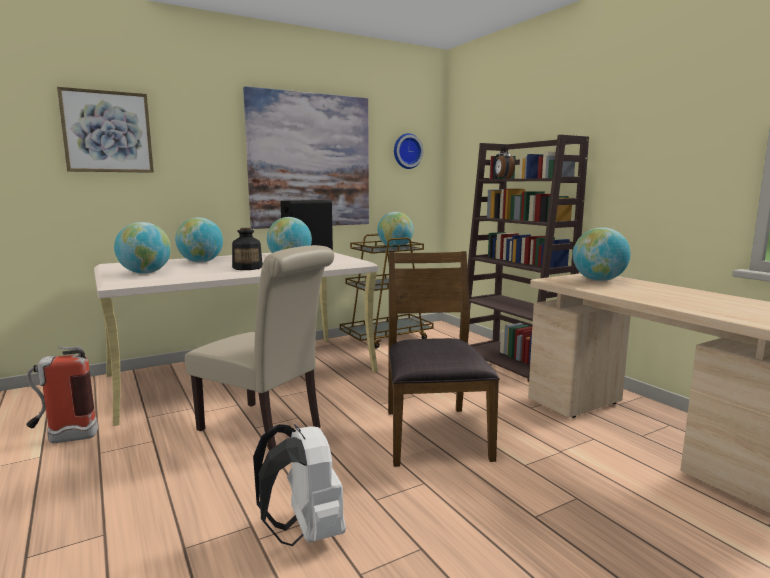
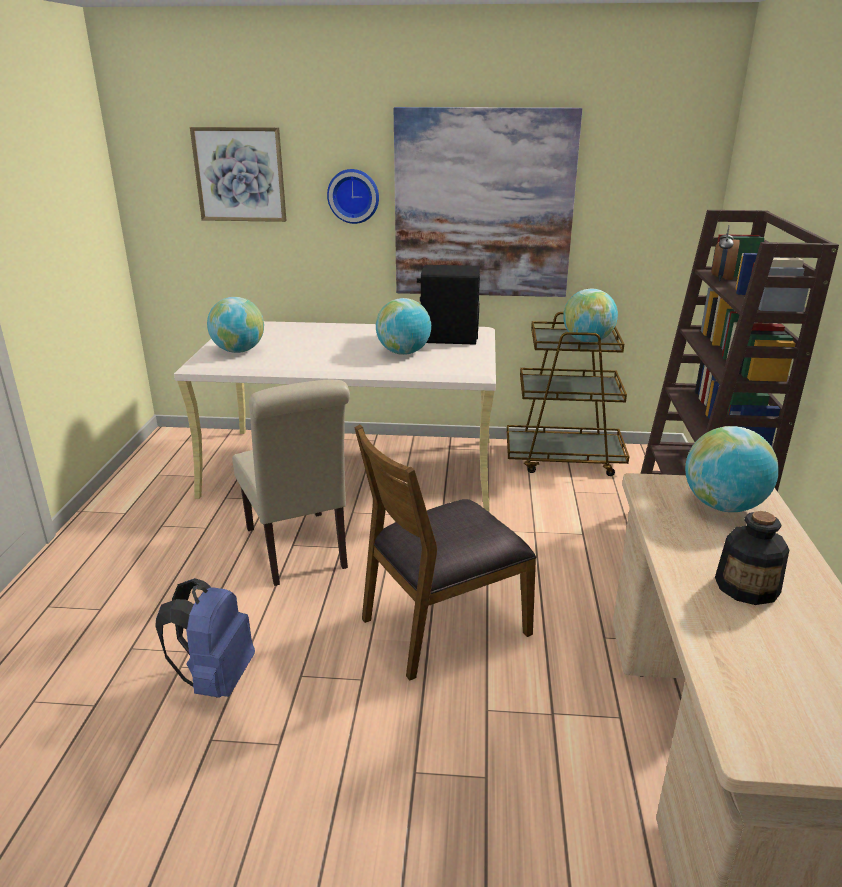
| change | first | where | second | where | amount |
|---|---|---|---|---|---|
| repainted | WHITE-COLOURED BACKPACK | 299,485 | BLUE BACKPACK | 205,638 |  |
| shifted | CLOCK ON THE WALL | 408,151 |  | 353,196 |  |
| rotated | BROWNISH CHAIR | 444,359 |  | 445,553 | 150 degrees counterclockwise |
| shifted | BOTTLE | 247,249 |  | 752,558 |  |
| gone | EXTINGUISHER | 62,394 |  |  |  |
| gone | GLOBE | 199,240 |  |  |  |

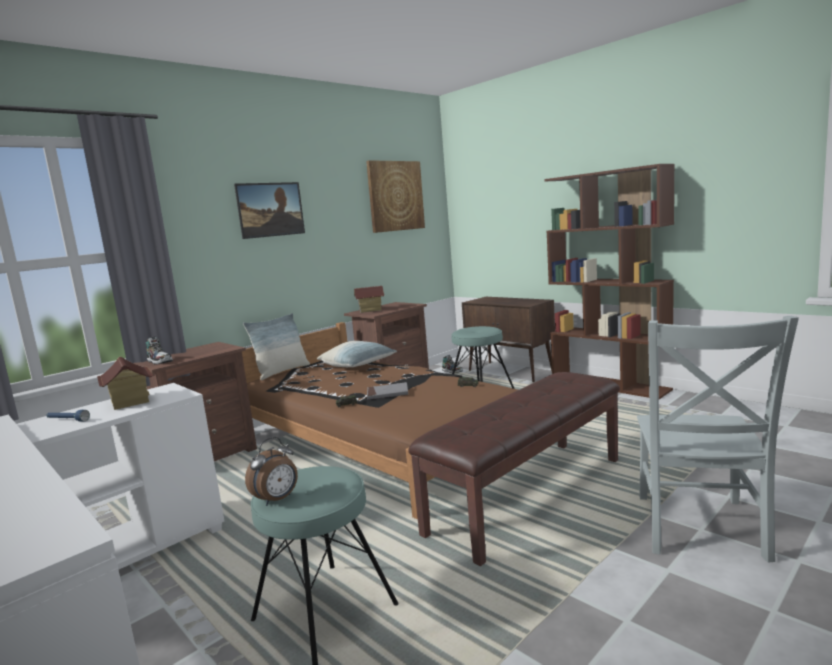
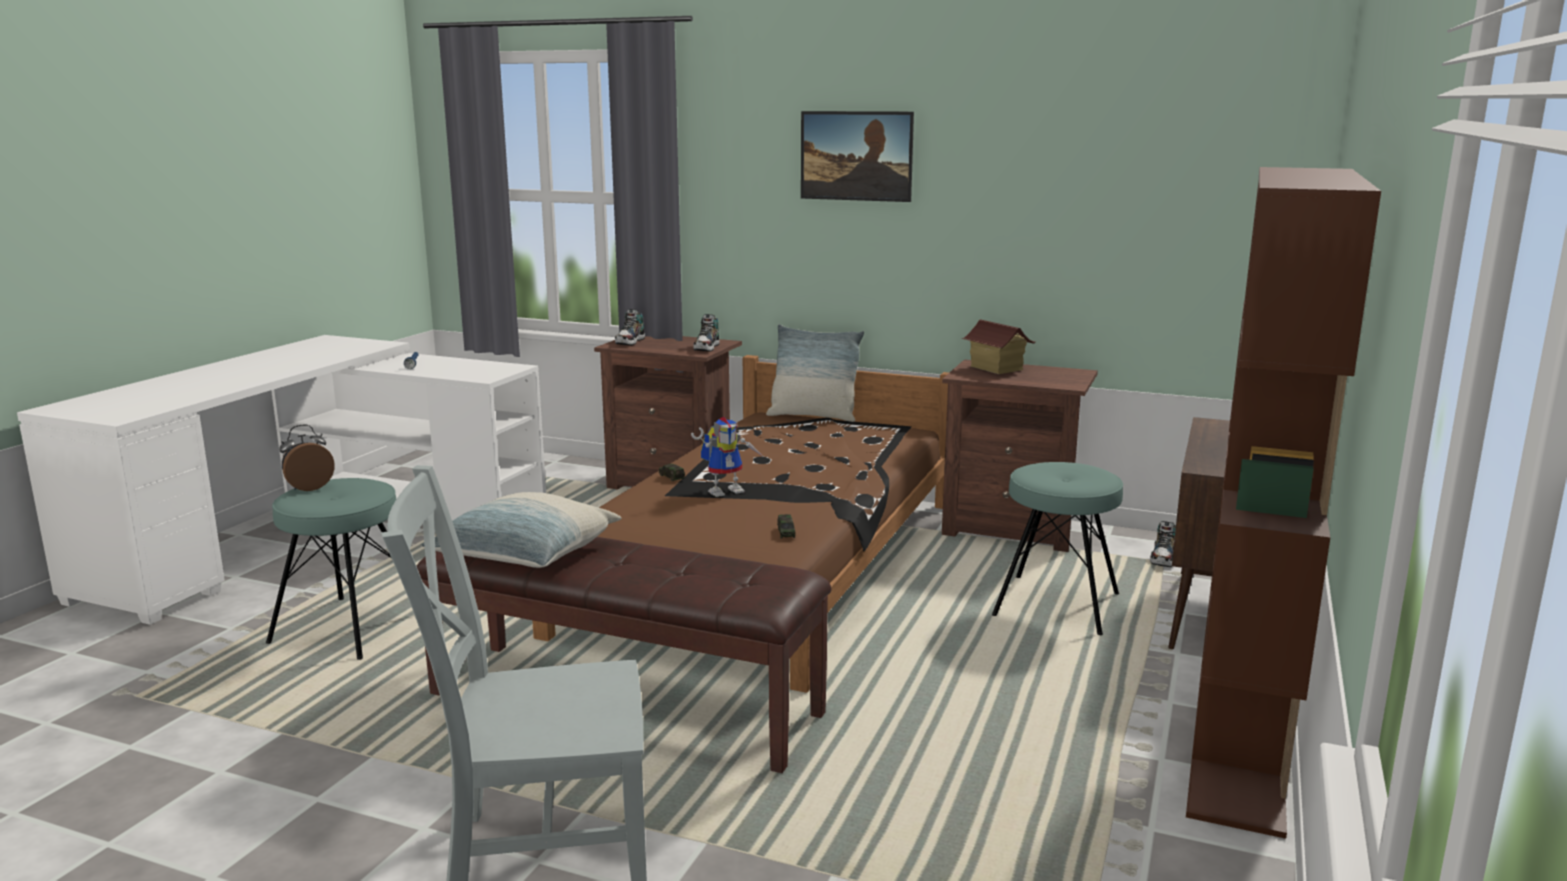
| change | first | where | second | where | amount |
|---|---|---|---|---|---|
| rotated | BEDSIDE CLOCK | 271,471 |  | 307,458 | 120 degrees clockwise |
| shifted | THROW PILLOW | 357,354 |  | 521,530 |  |
| swapped | GREY VOLUME | 387,391 | MODEL ROBOT | 726,457 |  |
| new |  |  | ITEM OF FOOTWEAR | 706,333 |  |
| gone | MODEL HOUSE | 125,383 |  |  |  |
| gone | PICTURE | 395,196 |  |  |  |

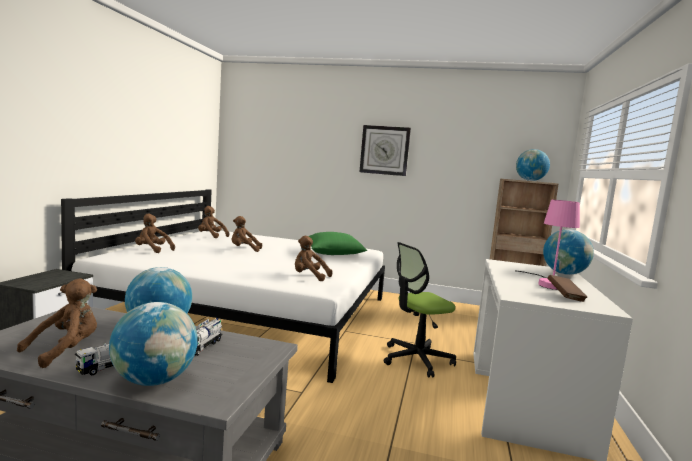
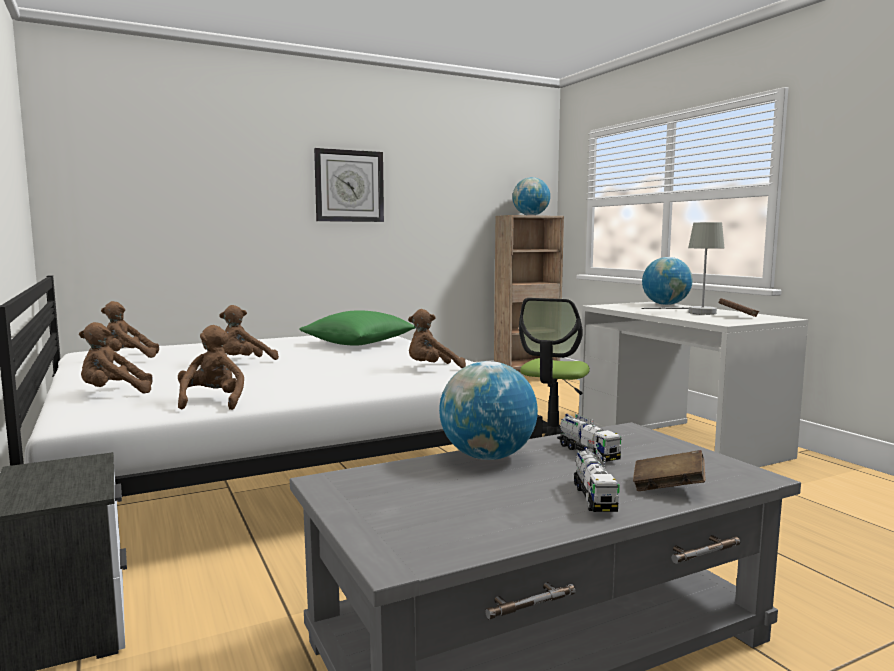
| change | first | where | second | where | amount |
|---|---|---|---|---|---|
| shifted | BROWNISH PLUSH TOY | 57,323 |  | 211,367 |  |
| swapped | GLOBE | 153,344 | BROWNISH VOLUME | 669,470 |  |
| repainted | PINKISH LAMP FOR A TABLE | 548,245 | GREY LAMP FOR A TABLE | 682,268 |  |

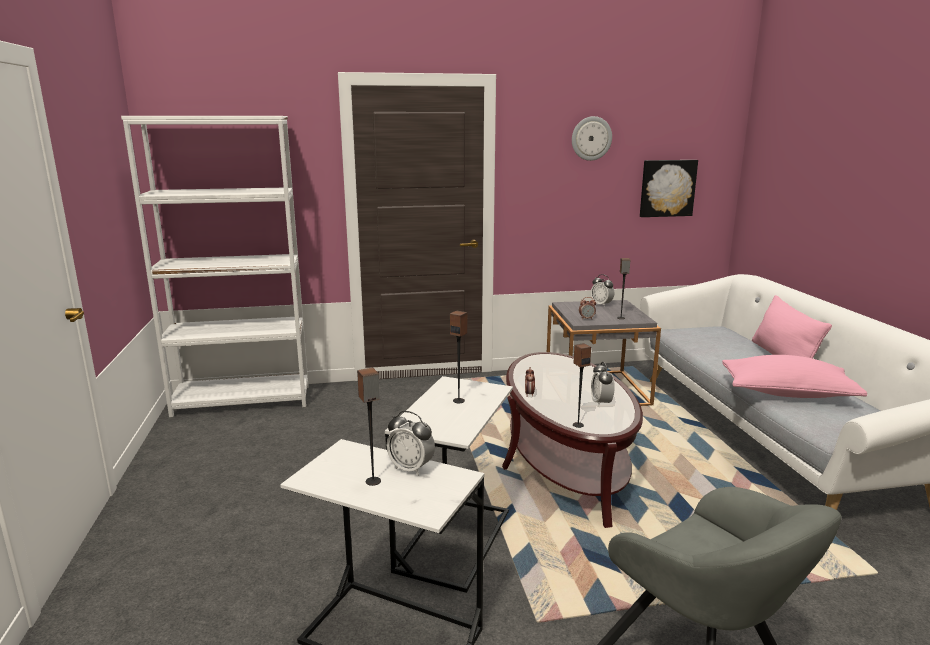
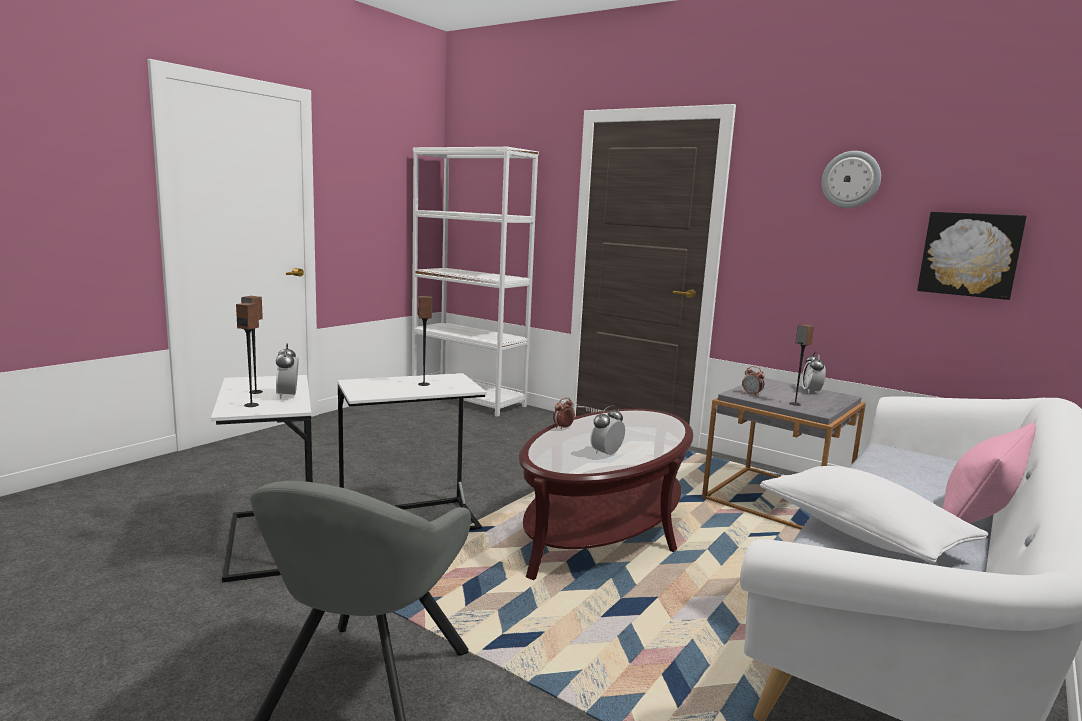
| change | first | where | second | where | amount |
|---|---|---|---|---|---|
| shifted | AUDIO SPEAKER | 582,385 |  | 247,355 |  |
| repainted | PINKISH THROW PILLOW | 794,376 | WHITE-COLOURED THROW PILLOW | 874,515 |  |

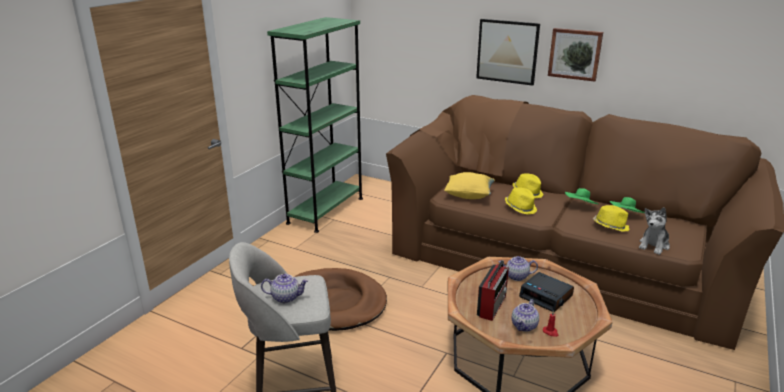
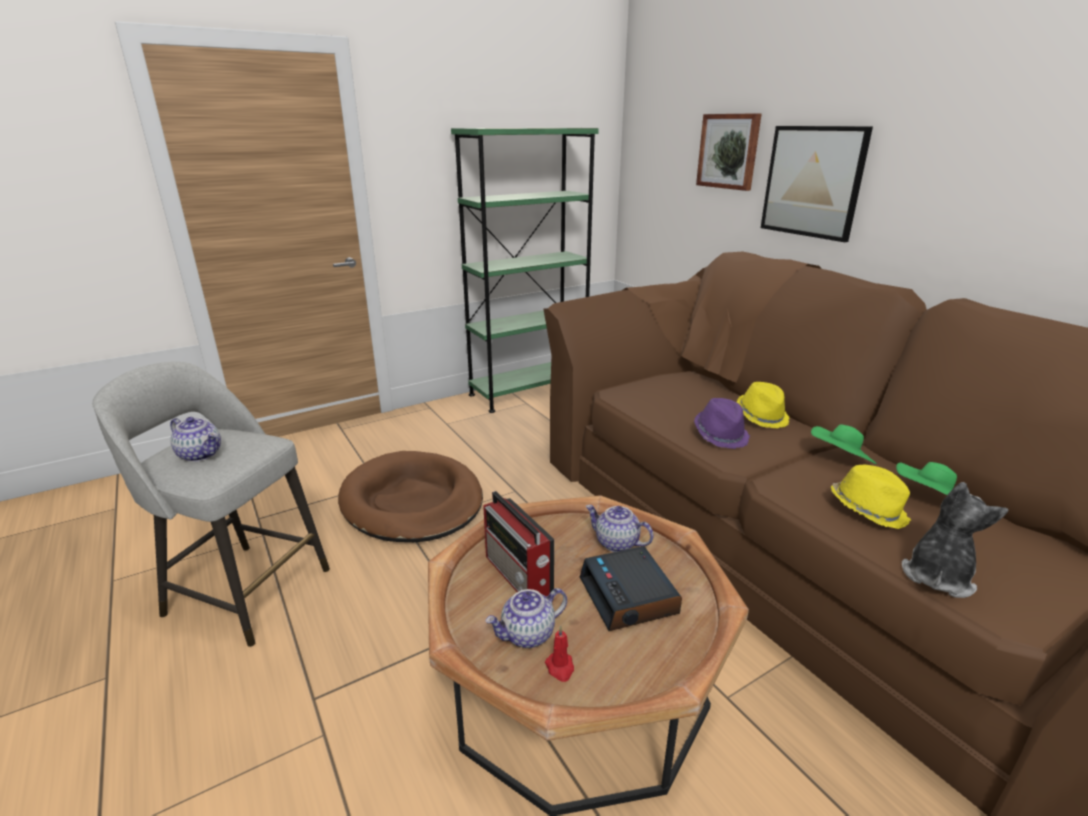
| change | first | where | second | where | amount |
|---|---|---|---|---|---|
| rotated | RADIO RECEIVER | 493,290 |  | 518,543 | 90 degrees clockwise |
| repainted | YELLOW-COLOURED CLOTHING HAT | 521,201 | PURPLE-COLOURED CLOTHING HAT | 722,423 |  |
| shifted | PICTURE | 575,55 |  | 729,152 |  |
| rotated | PLUSH TOY | 654,231 |  | 955,540 | 150 degrees clockwise |
| gone | YELLOW-COLOURED THROW PILLOW | 469,185 |  |  |  |

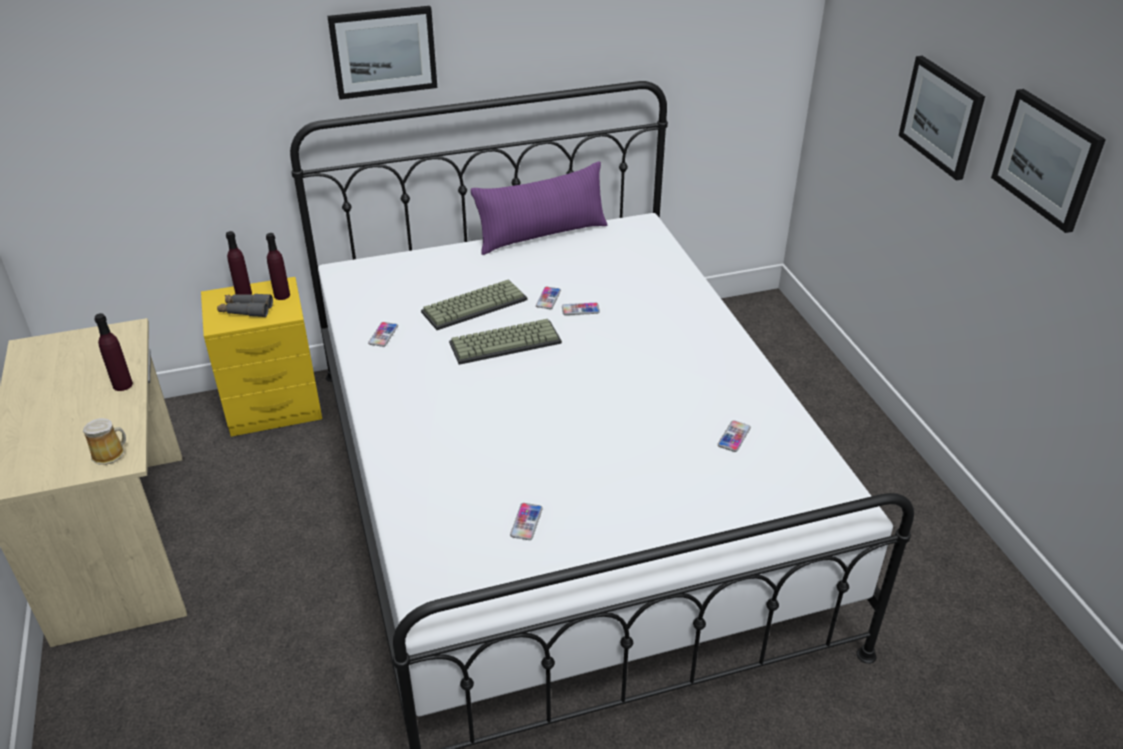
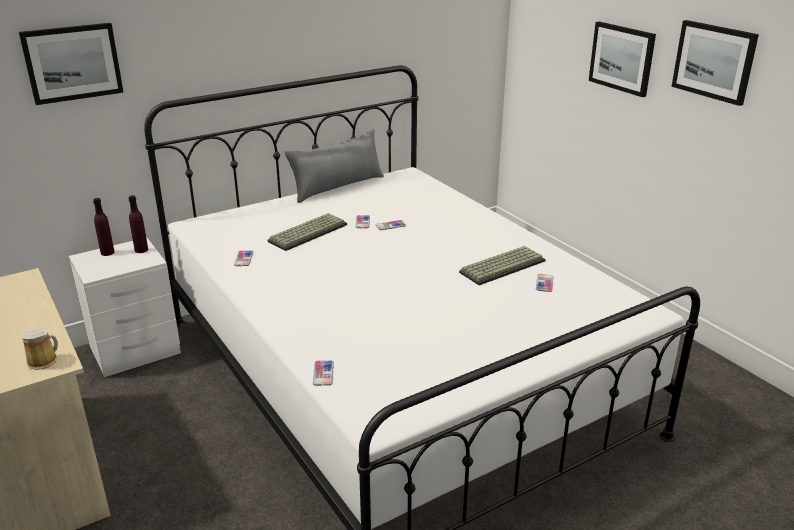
| change | first | where | second | where | amount |
|---|---|---|---|---|---|
| shifted | PICTURE | 382,53 |  | 71,64 |  |
| repainted | YELLOW-COLOURED NIGHTSTAND | 261,357 | WHITE-COLOURED NIGHTSTAND | 125,307 |  |
| repainted | PURPLE-COLOURED THROW PILLOW | 539,208 | GREY THROW PILLOW | 334,166 |  |
| shifted | TELEPHONE | 526,521 |  | 323,373 |  |
| shifted | PC KEYBOARD | 505,342 |  | 502,265 |  |
| gone | PURPLE-COLOURED BOTTLE | 113,352 |  |  |  |
| gone | GREY BINOCULARS | 245,305 |  |  |  |

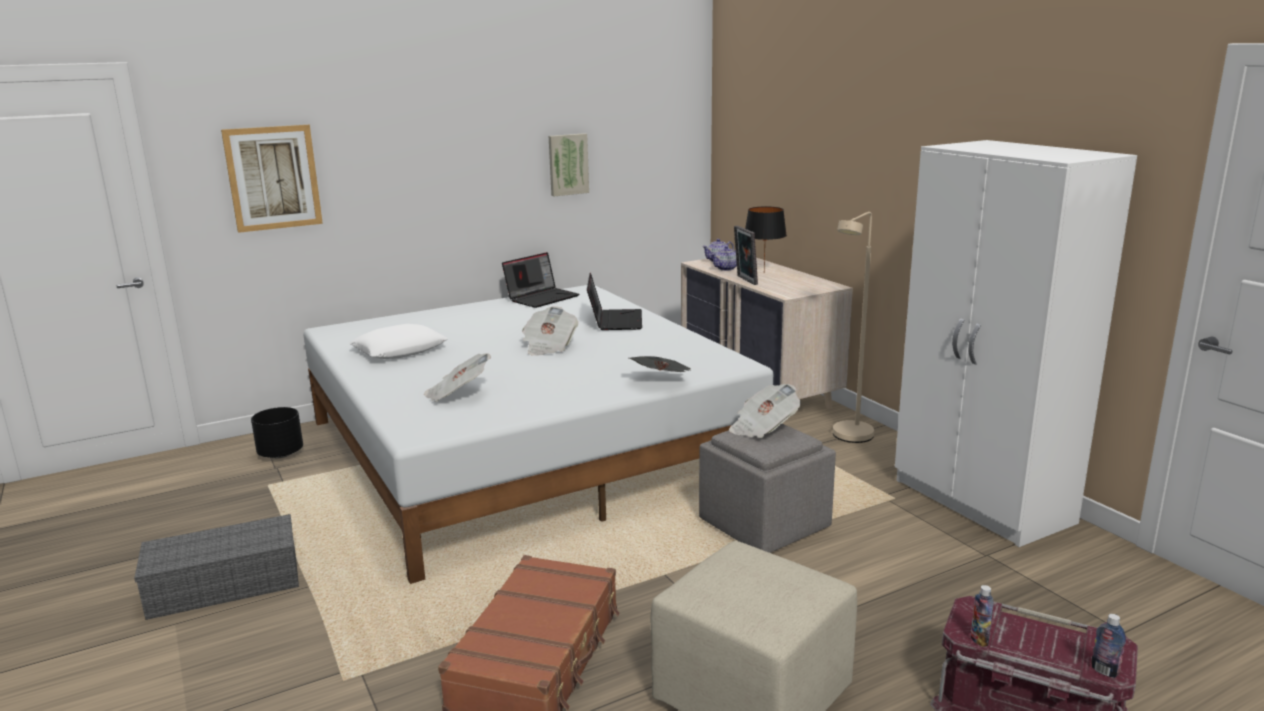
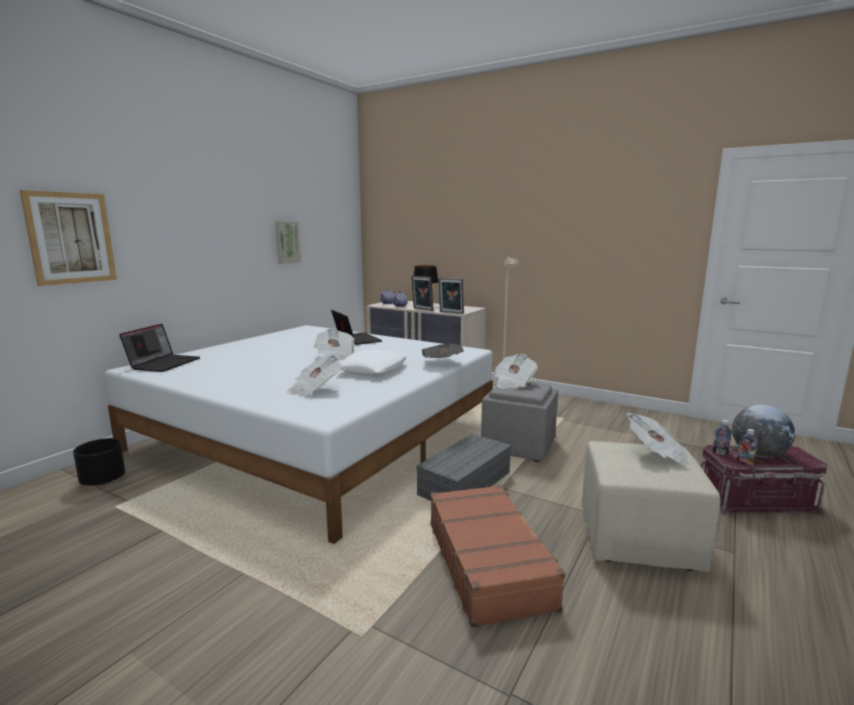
| change | first | where | second | where | amount |
|---|---|---|---|---|---|
| shifted | LAPTOP | 540,280 |  | 159,348 |  |
| shifted | WHITE-COLOURED THROW PILLOW | 398,341 |  | 373,362 |  |
| shifted | GREY STORAGE BOX | 216,567 |  | 464,467 |  |
| new |  |  | PHOTO FRAME | 451,296 |  |
| new |  |  | NEWSPAPER | 658,440 |  |
| shifted | BOTTLE | 1108,646 |  | 722,437 |  |
| new |  |  | GLOBE | 763,431 |  |
| gone | WHITE-COLOURED ARMOIRE | 1016,343 |  |  |  |

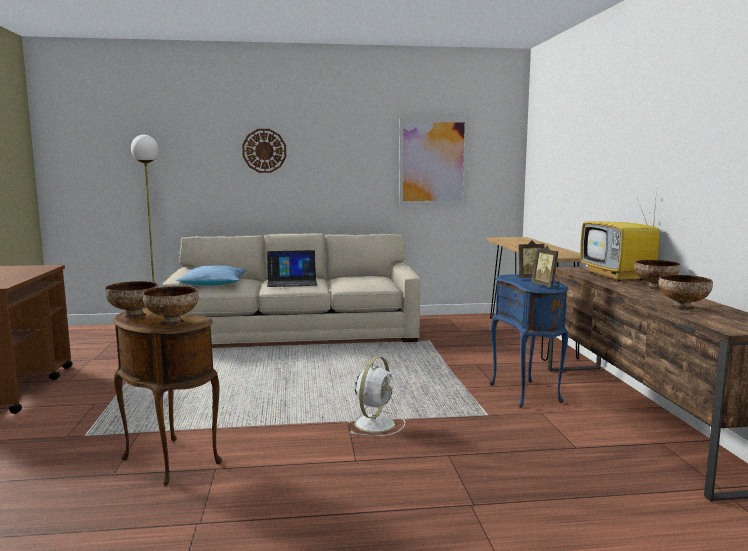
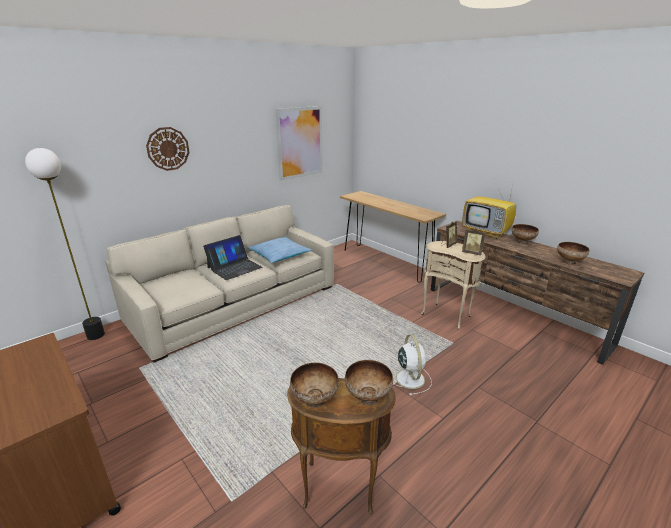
| change | first | where | second | where | amount |
|---|---|---|---|---|---|
| shifted | THROW PILLOW | 211,275 |  | 280,250 |  |
| repainted | BLUE SIDE TABLE | 529,341 | BEIGE SIDE TABLE | 453,285 |  |

